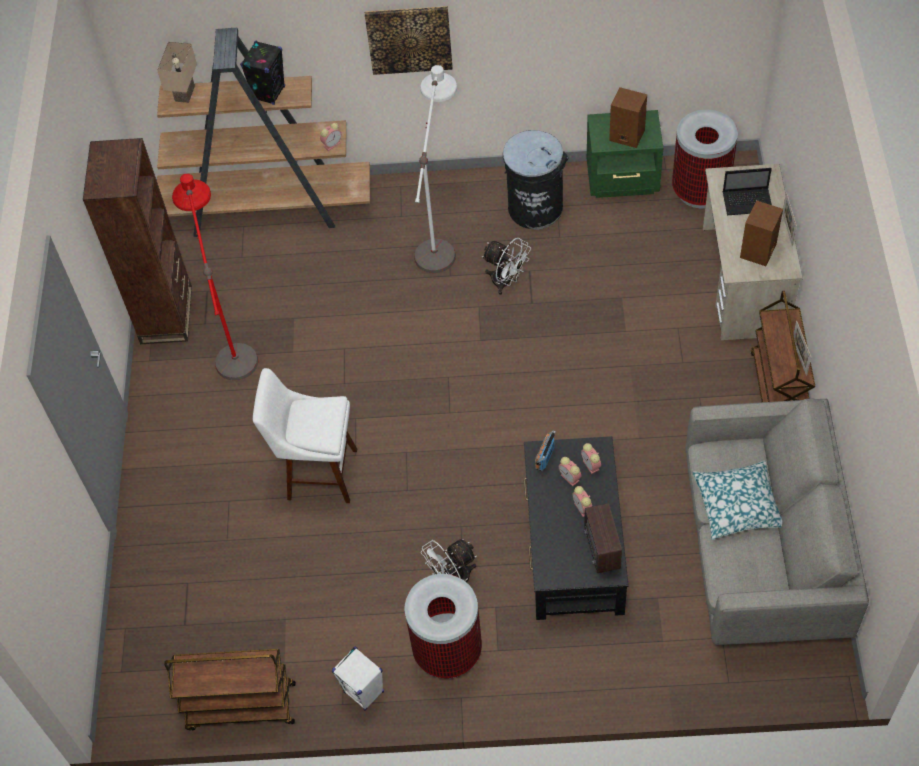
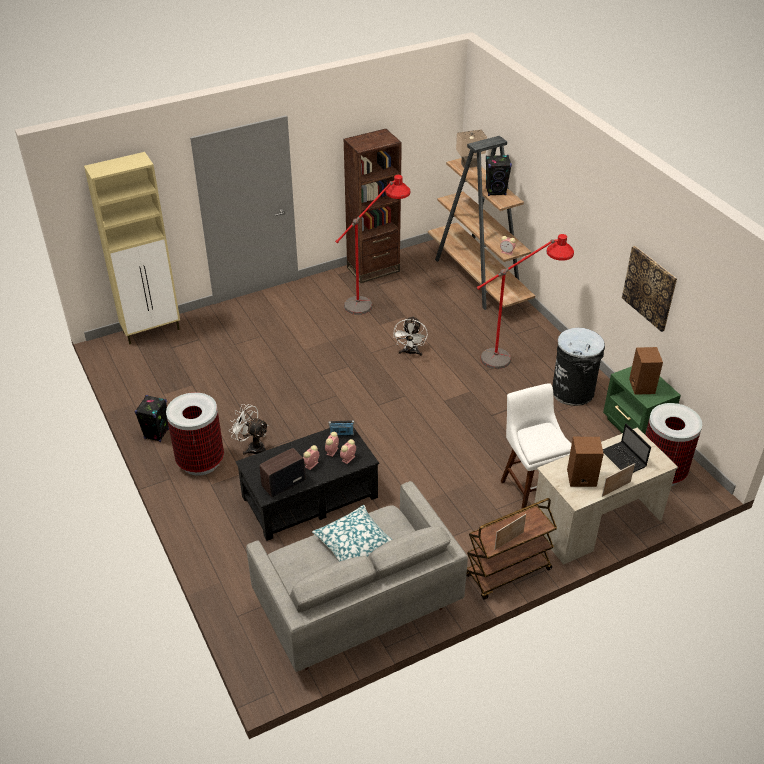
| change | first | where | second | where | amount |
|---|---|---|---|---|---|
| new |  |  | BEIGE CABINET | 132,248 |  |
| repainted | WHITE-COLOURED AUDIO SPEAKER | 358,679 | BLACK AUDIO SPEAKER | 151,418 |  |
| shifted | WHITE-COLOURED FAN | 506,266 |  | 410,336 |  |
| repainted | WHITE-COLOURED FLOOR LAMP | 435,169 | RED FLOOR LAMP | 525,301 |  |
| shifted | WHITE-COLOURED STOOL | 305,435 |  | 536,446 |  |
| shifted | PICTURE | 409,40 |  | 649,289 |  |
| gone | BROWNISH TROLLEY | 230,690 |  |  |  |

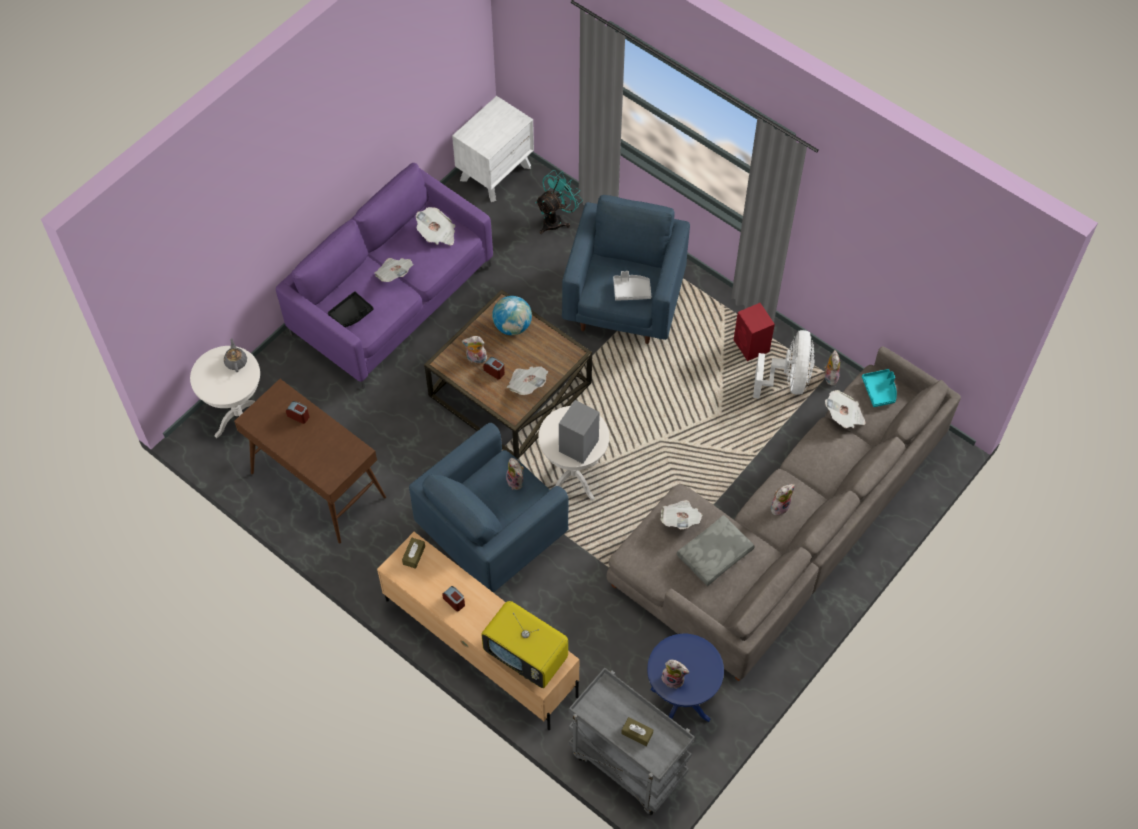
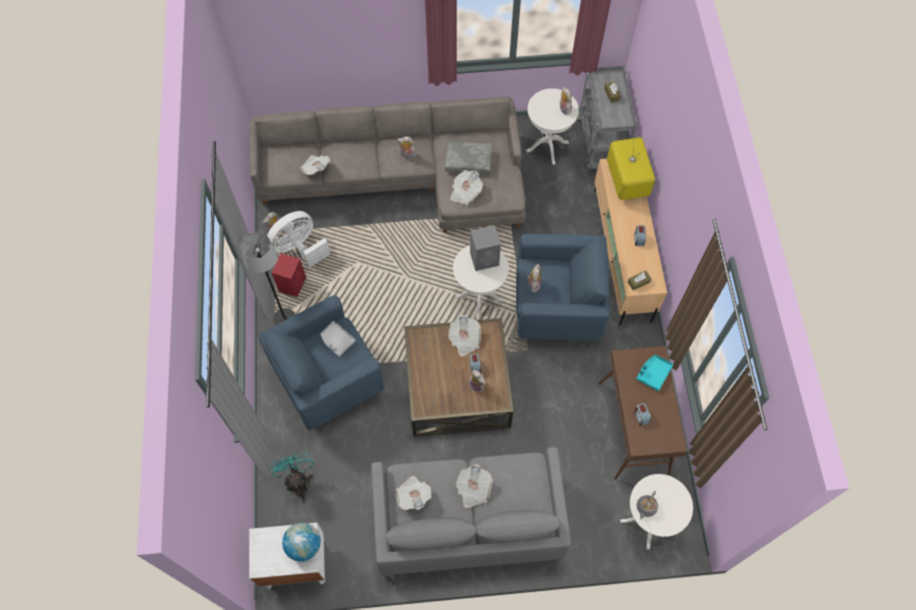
| change | first | where | second | where | amount |
|---|---|---|---|---|---|
| new |  |  | BLACK FLOOR LAMP | 268,278 |  |
| rotated | BLUE-GREEN FAN | 559,202 |  | 292,477 | 75 degrees clockwise |
| shifted | GLOBE | 512,315 |  | 301,542 |  |
| repainted | PURPLE-COLOURED SOFA | 384,276 | GREY SOFA | 471,511 |  |
| repainted | BLUE SIDE TABLE | 685,678 | WHITE-COLOURED SIDE TABLE | 552,126 |  |
| shifted | BLUE-GREEN TRAY | 879,388 |  | 654,373 |  |
| gone | BLACK TRAY | 350,309 |  |  |  |

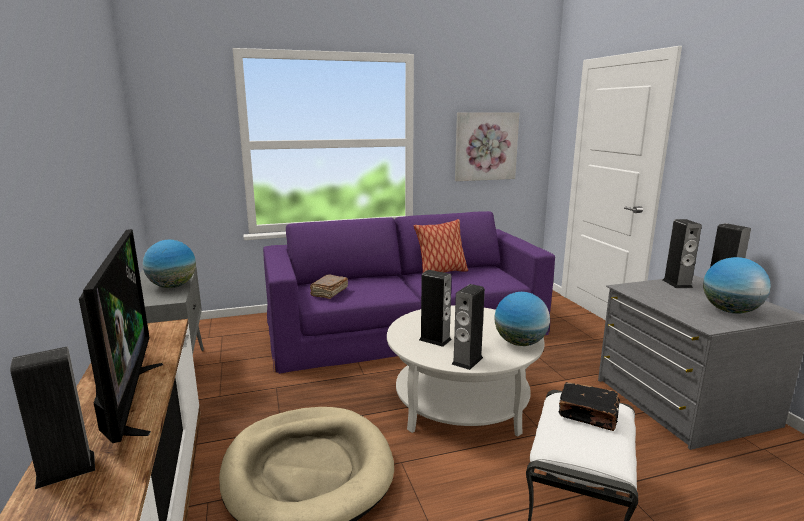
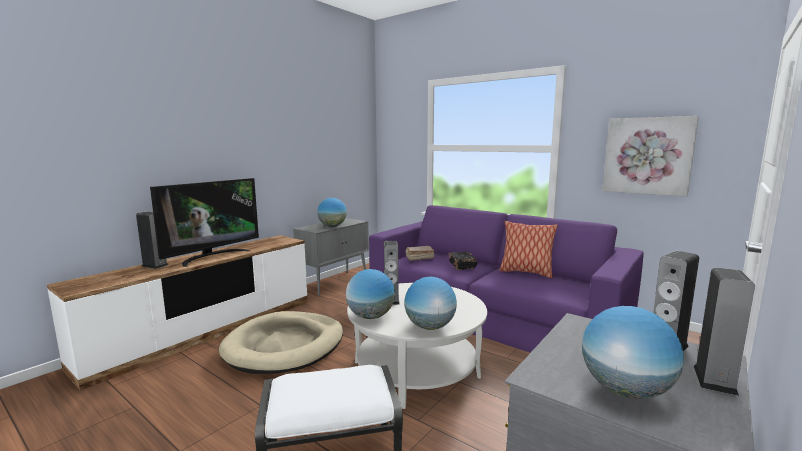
| change | first | where | second | where | amount |
|---|---|---|---|---|---|
| swapped | AUDIO SPEAKER | 468,327 | GLOBE | 370,294 |  |
| shifted | BLACK VOLUME | 589,406 |  | 462,261 |  |

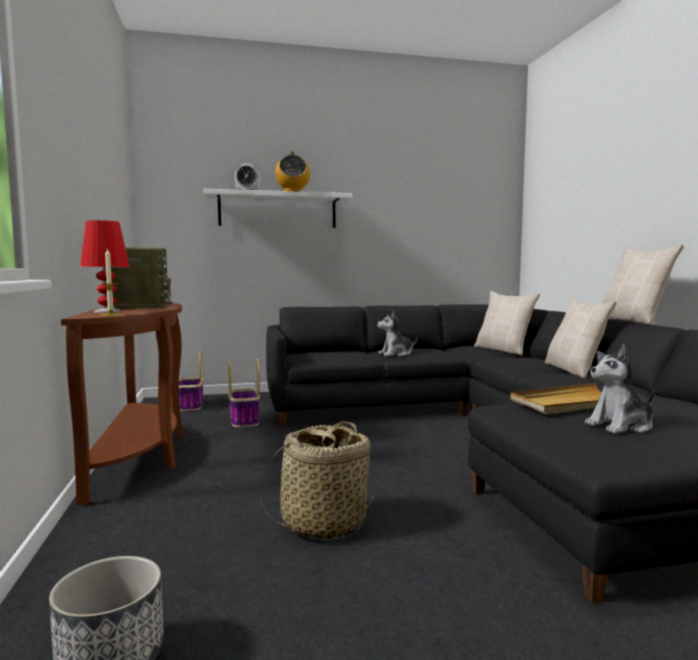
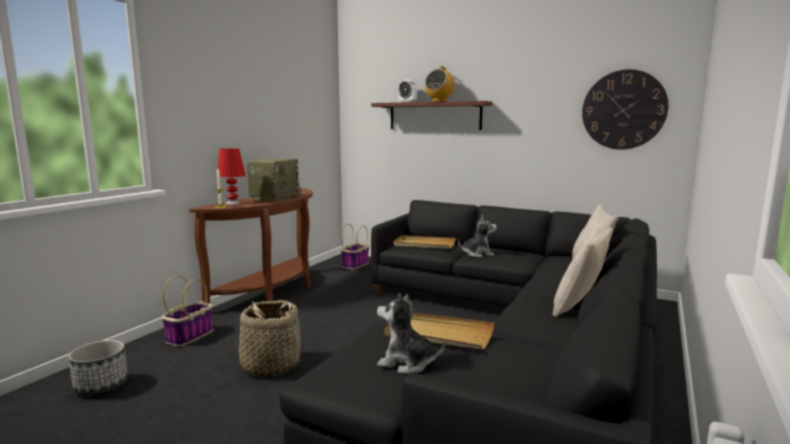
| change | first | where | second | where | amount |
|---|---|---|---|---|---|
| shifted | BASKET | 244,393 |  | 187,310 |  |
| repainted | WHITE-COLOURED SHELF | 278,208 | BROWNISH SHELF | 432,115 |  |
| new |  |  | BEIGE TRAY | 424,242 |  |
| rotated | PLUSH TOY | 397,333 |  | 477,235 | 150 degrees clockwise |
| new |  |  | CLOCK ON THE WALL | 625,109 |  |
| gone | BEIGE THROW PILLOW | 643,284 |  |  |  |

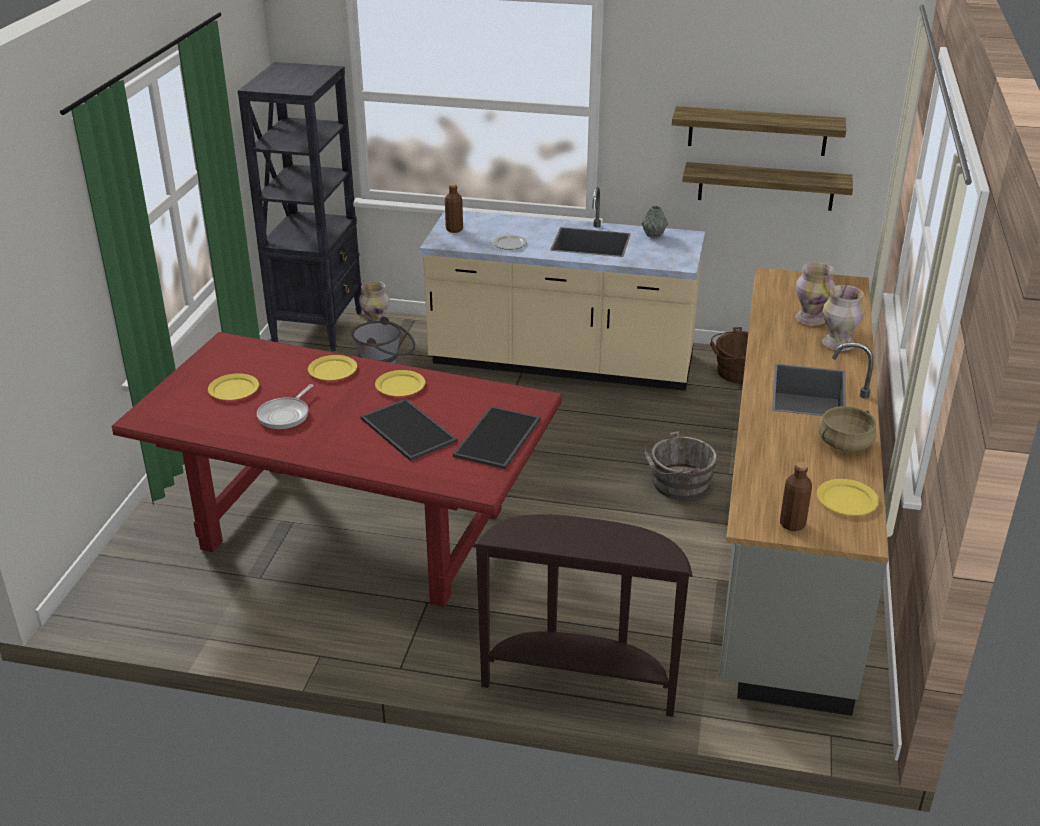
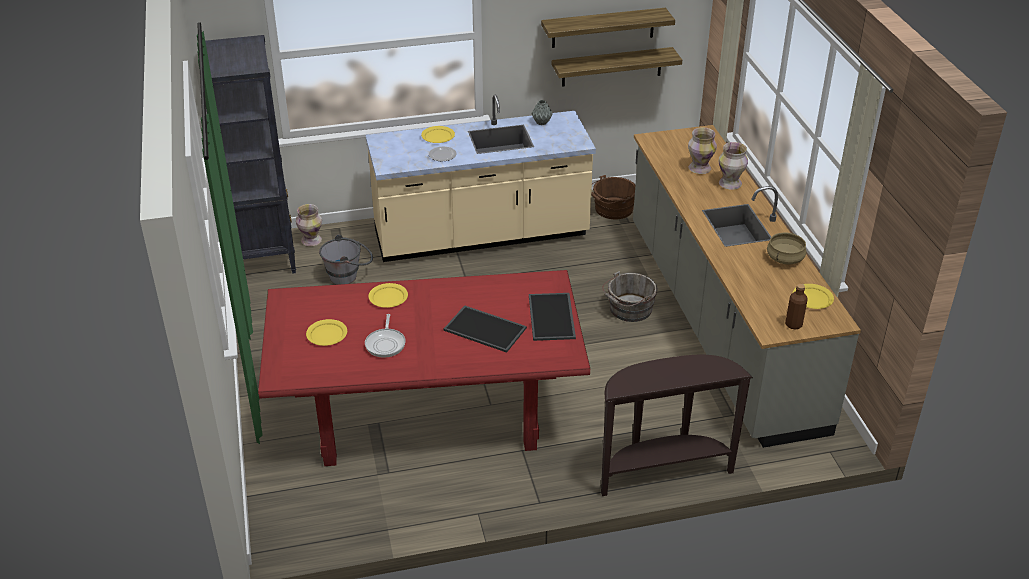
| change | first | where | second | where | amount |
|---|---|---|---|---|---|
| shifted | YELLOW-COLOURED DINNER PLATE | 400,383 |  | 438,134 |  |
| gone | BROWNISH BOTTLE | 454,208 |  |  |  |

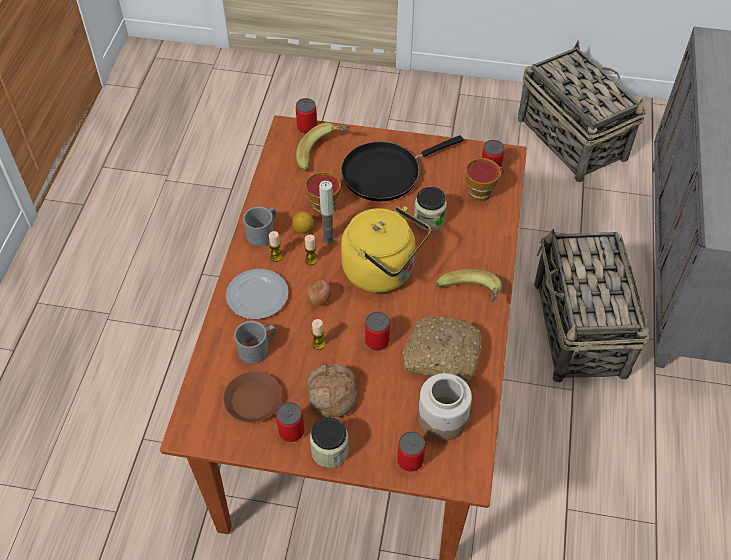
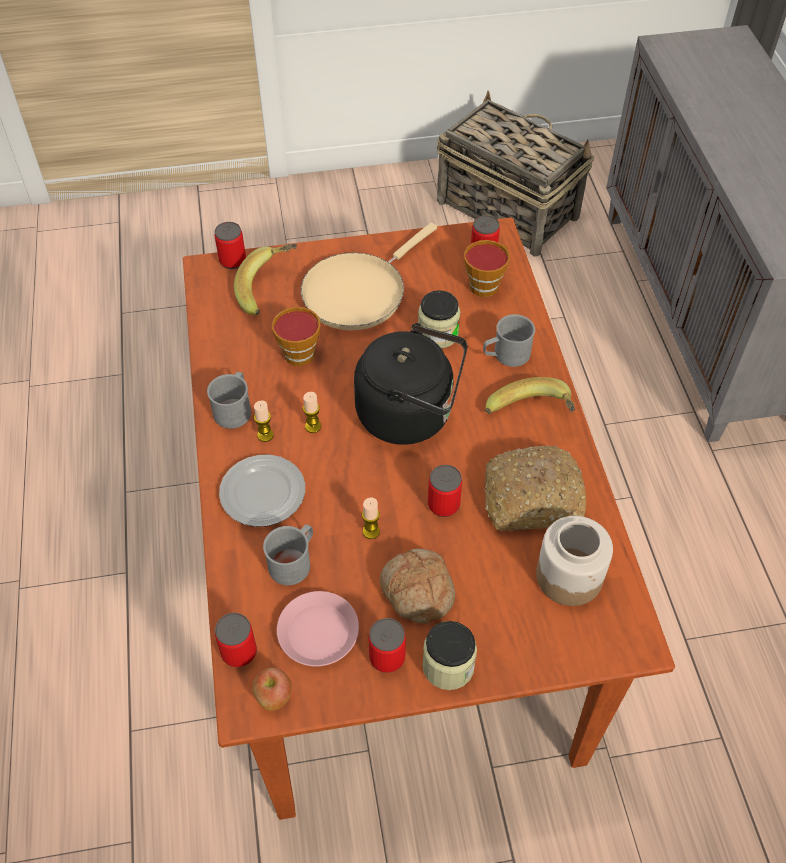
| change | first | where | second | where | amount |
|---|---|---|---|---|---|
| shifted | CAN | 411,451 |  | 236,640 |  |
| shifted | APPLE | 320,292 |  | 272,689 |  |
| repainted | BROWNISH DINNER PLATE | 252,397 | PINKISH DINNER PLATE | 318,629 |  |
| repainted | BLACK PAN | 402,168 | BEIGE PAN | 369,276 |  |
| repainted | YELLOW-COLOURED KETTLE | 386,249 | BLACK KETTLE | 410,384 |  |
| new |  |  | GREY MUG | 509,340 |  |
| gone | WHOLE LEMON | 303,222 |  |  |  |
| gone | CANDLE | 327,212 |  |  |  |
| gone | BASKET | 592,305 |  |  |  |

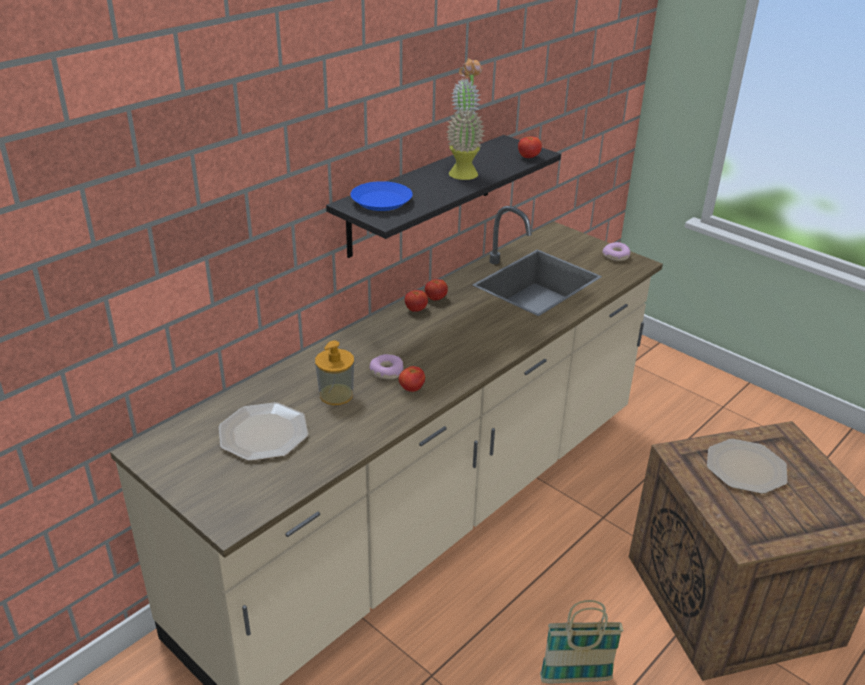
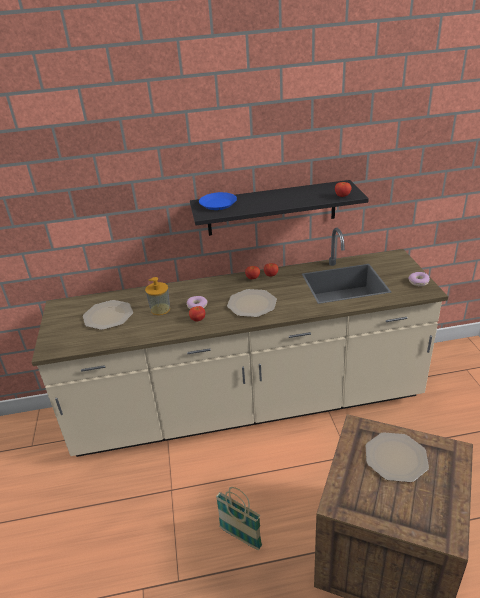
| change | first | where | second | where | amount |
|---|---|---|---|---|---|
| new |  |  | DINNER PLATE | 252,303 |  |
| gone | POTTED PLANT | 465,119 |  |  |  |

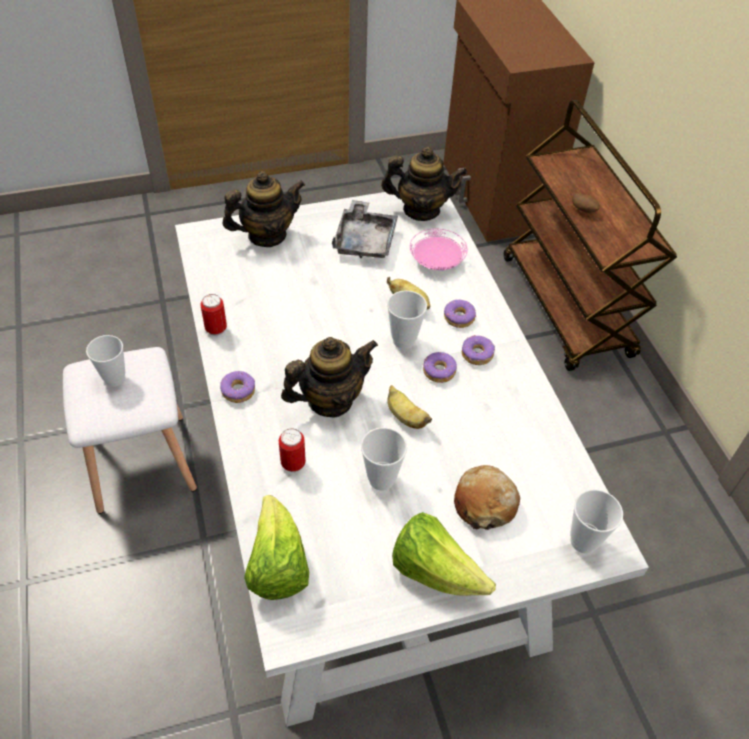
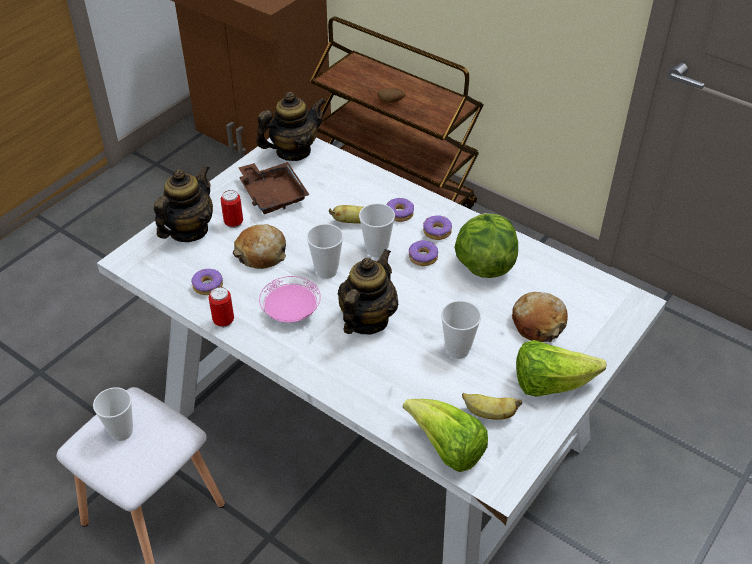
| change | first | where | second | where | amount |
|---|---|---|---|---|---|
| shifted | DOUGHNUT | 237,387 |  | 207,282 |  |
| shifted | CAN | 292,450 |  | 232,209 |  |
| new |  |  | BAKED BREAD | 259,246 |  |
| repainted | GREY TRAY | 365,229 | BROWNISH TRAY | 273,188 |  |
| shifted | PINKISH DINNER PLATE | 439,249 |  | 290,299 |  |
| shifted | SMALL CUP | 596,521 |  | 325,251 |  |
| new |  |  | HEAD OF LETTUCE | 486,245 |  |
| shifted | BANANA | 409,407 |  | 492,406 |  |

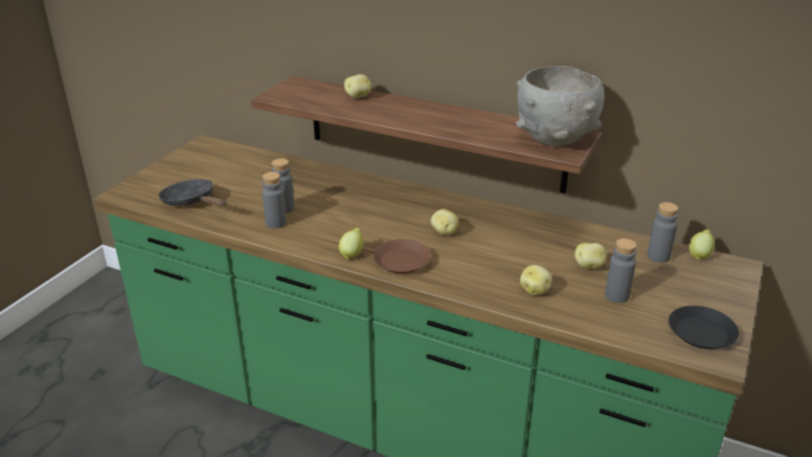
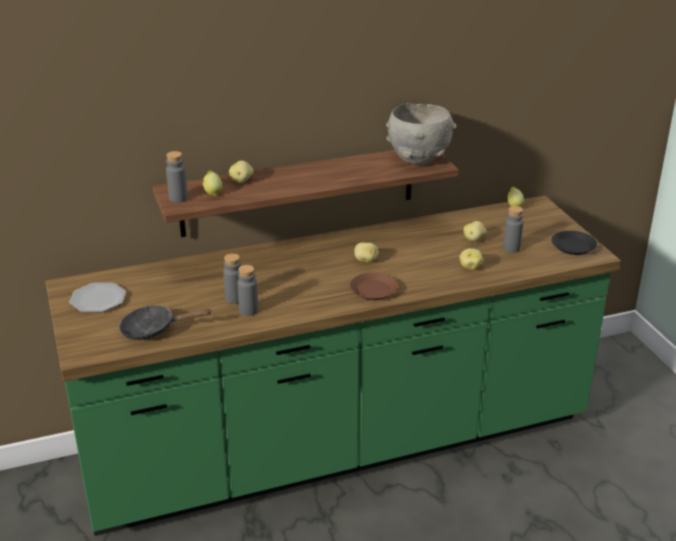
| change | first | where | second | where | amount |
|---|---|---|---|---|---|
| new |  |  | DINNER PLATE | 97,297 |  |
| shifted | GREY BOTTLE | 662,232 |  | 177,177 |  |
| shifted | WHOLE LEMON | 351,244 |  | 212,183 |  |

